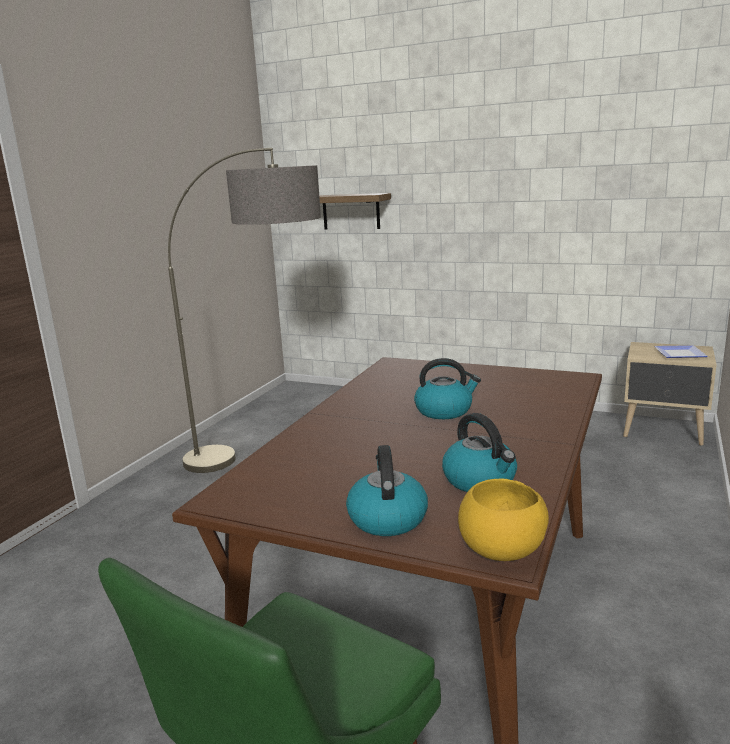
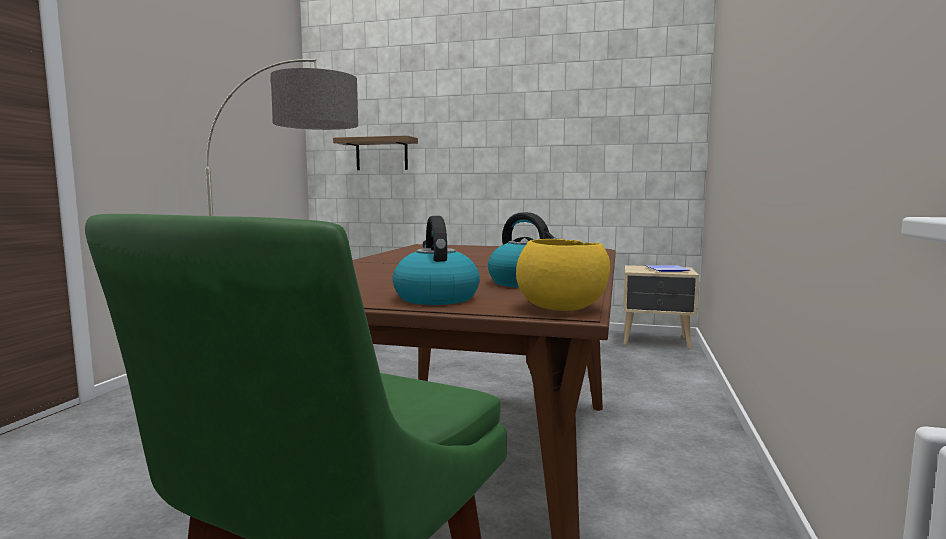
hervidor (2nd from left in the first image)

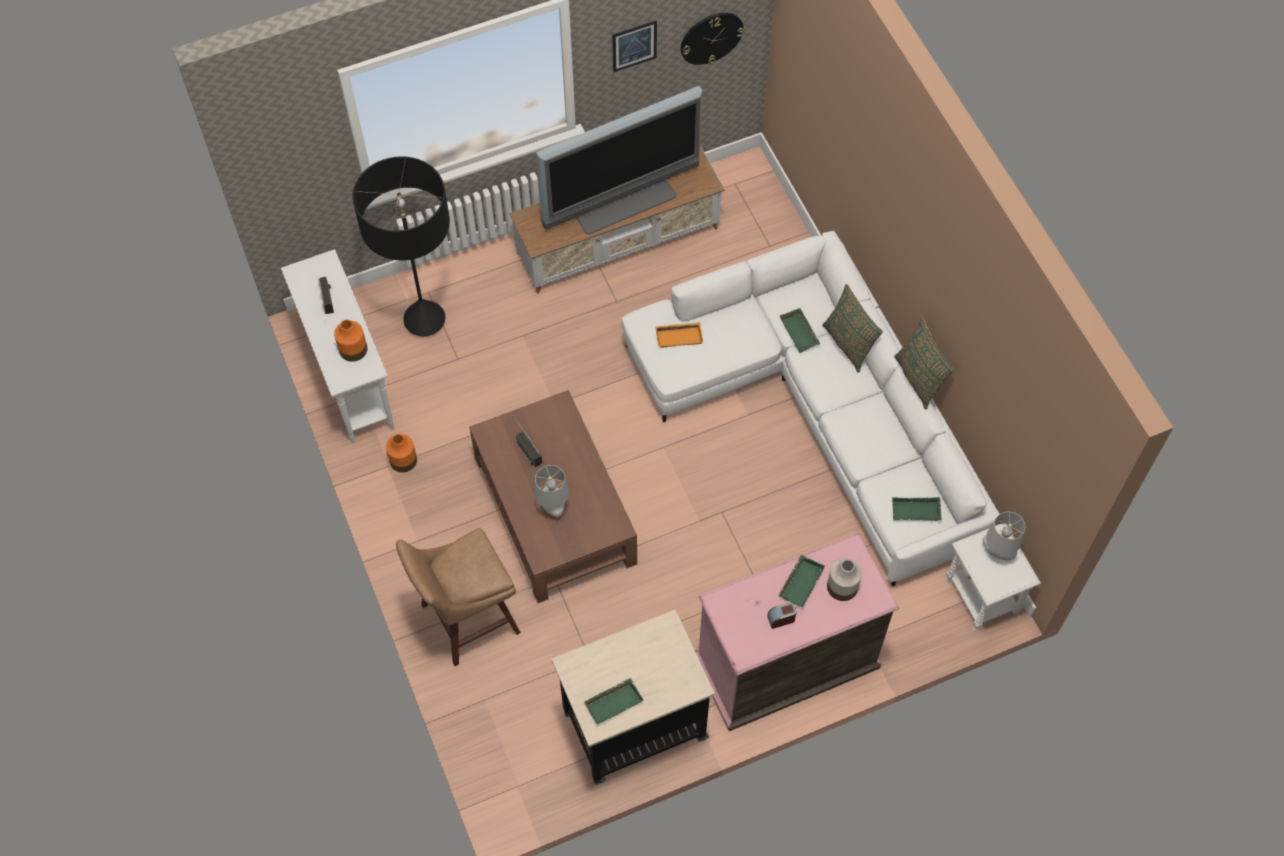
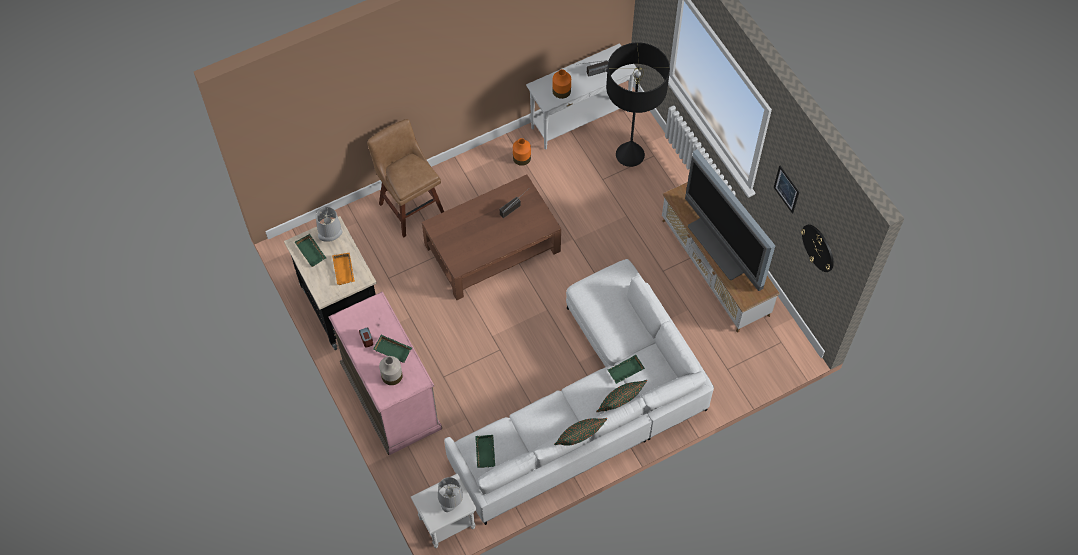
lámpara de mesa [gris] (1st from left); bandeja [naranja]

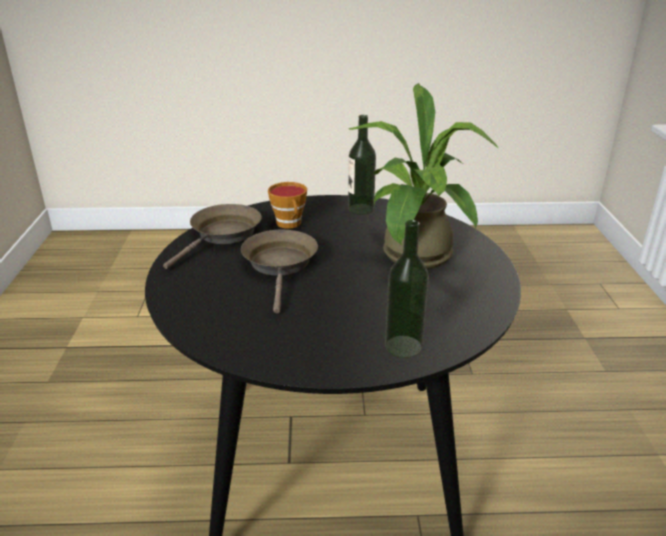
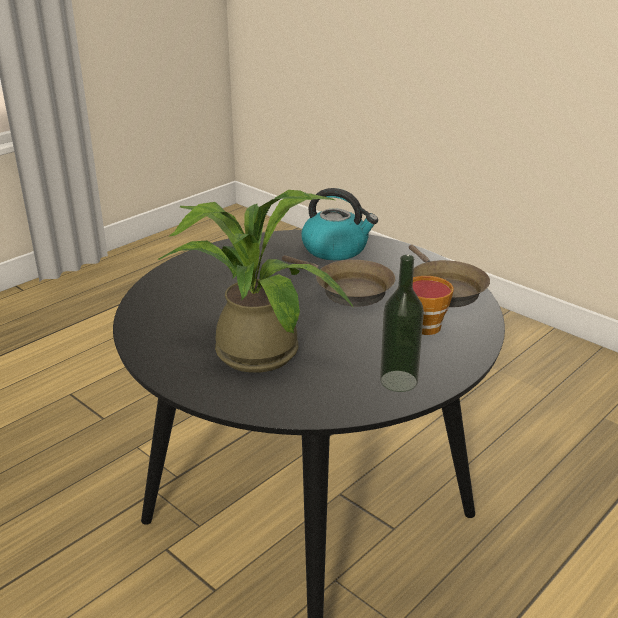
botella (2nd from left in the first image); hervidor

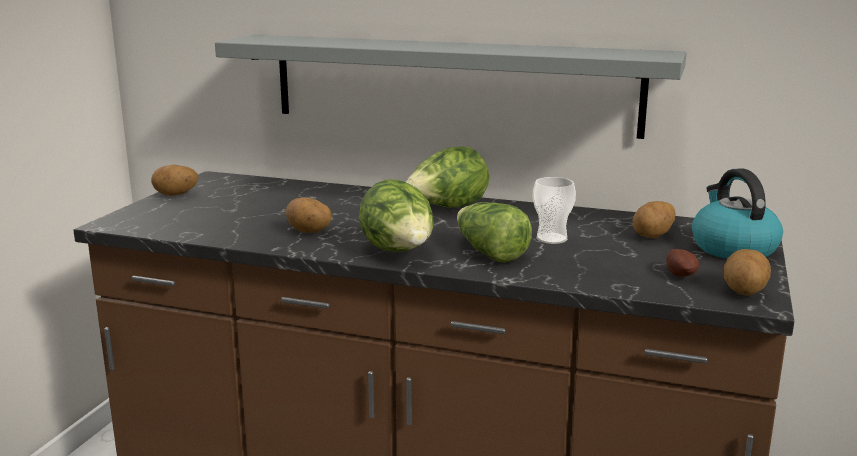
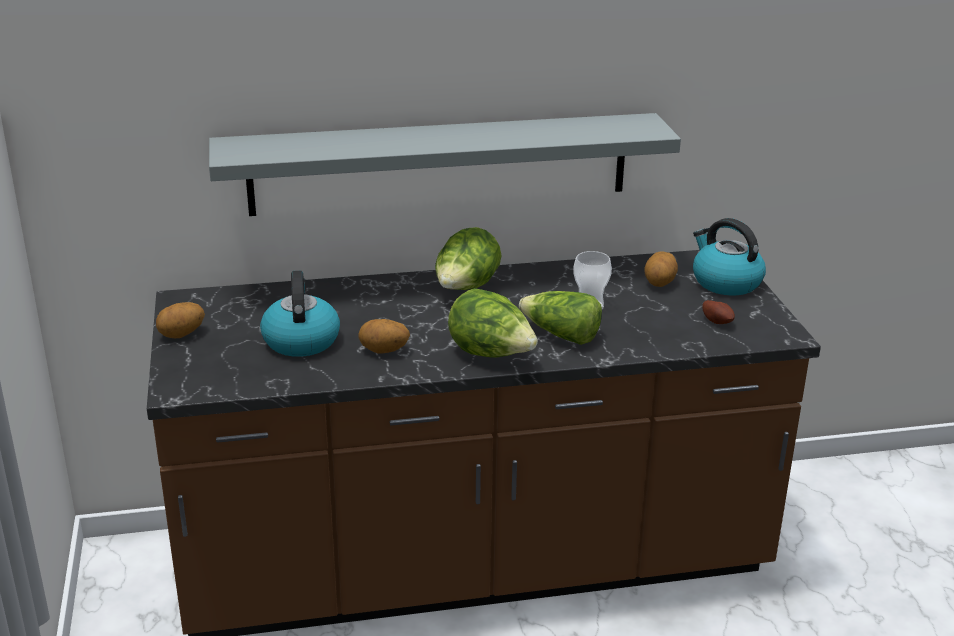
patata (5th from left in the first image); hervidor (1st from left)

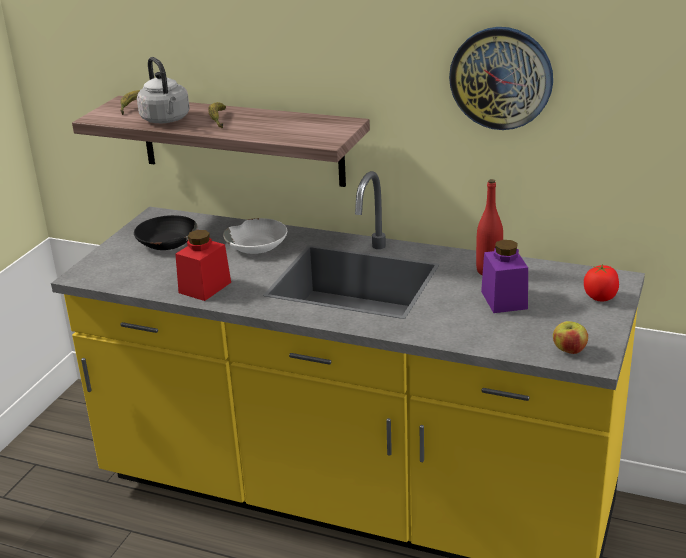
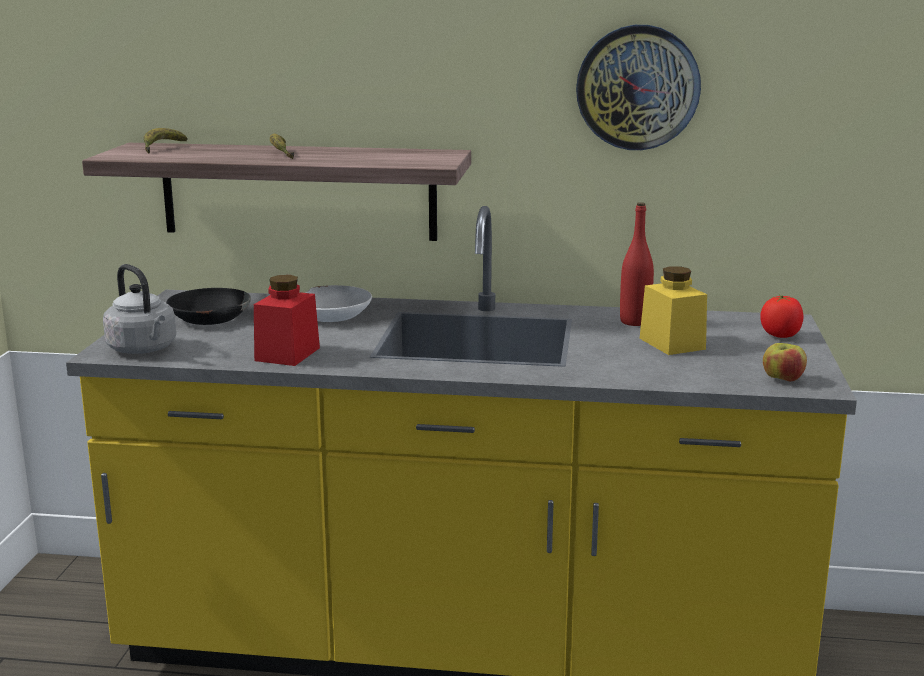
hervidor [gris]; tarro [amarillo]

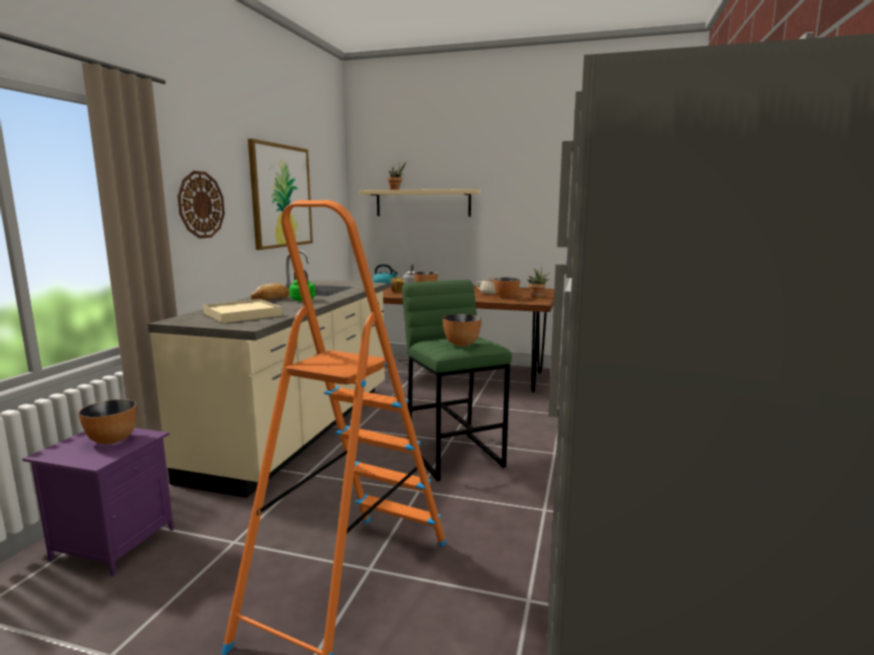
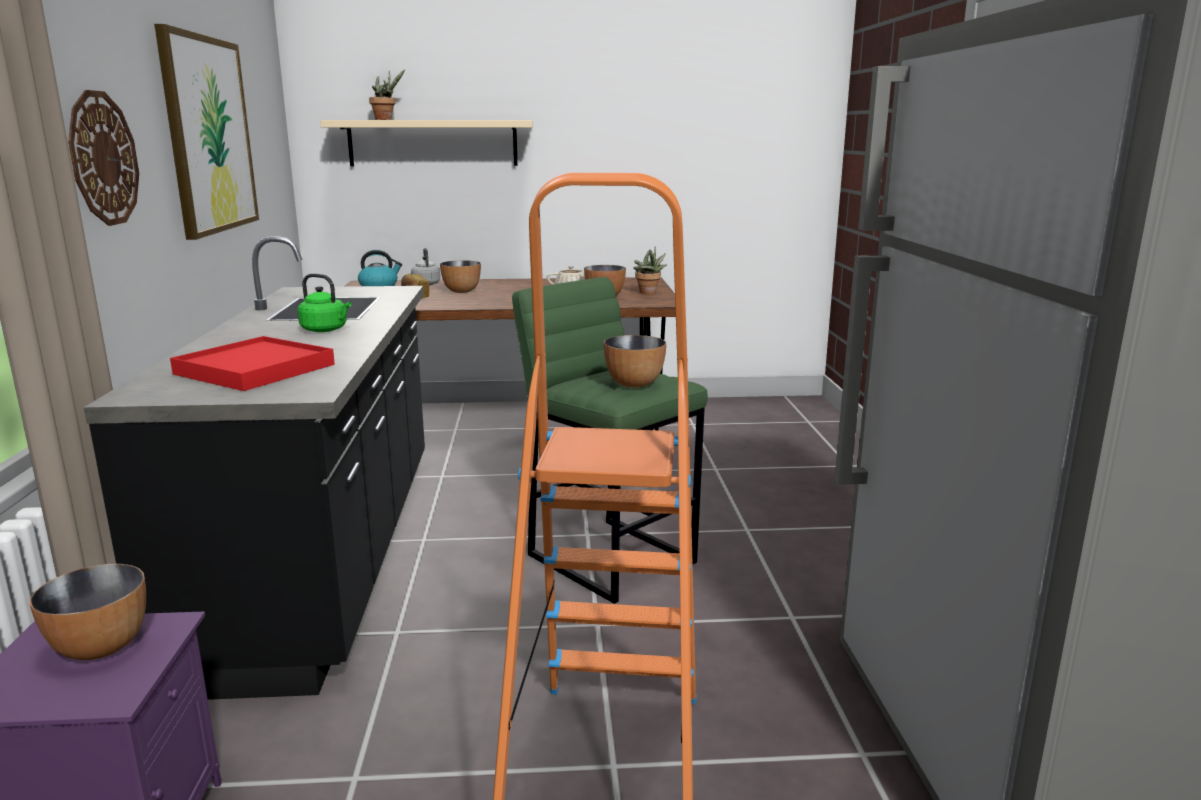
mueble bajo de cocina [negro]; bandeja [rojo]; pan (1st from left in the first image)

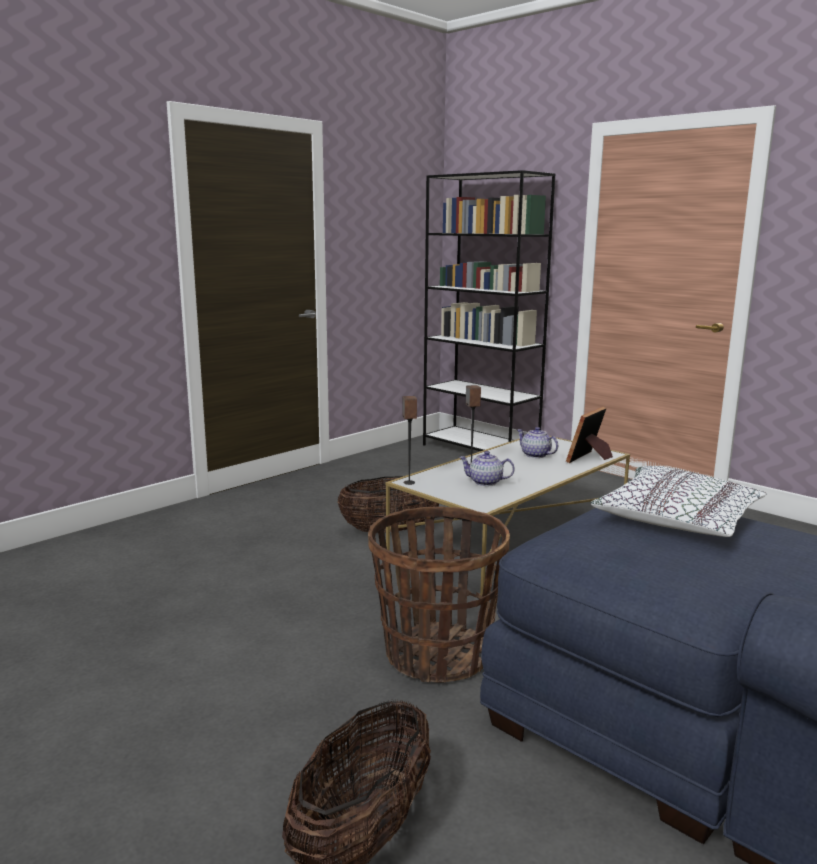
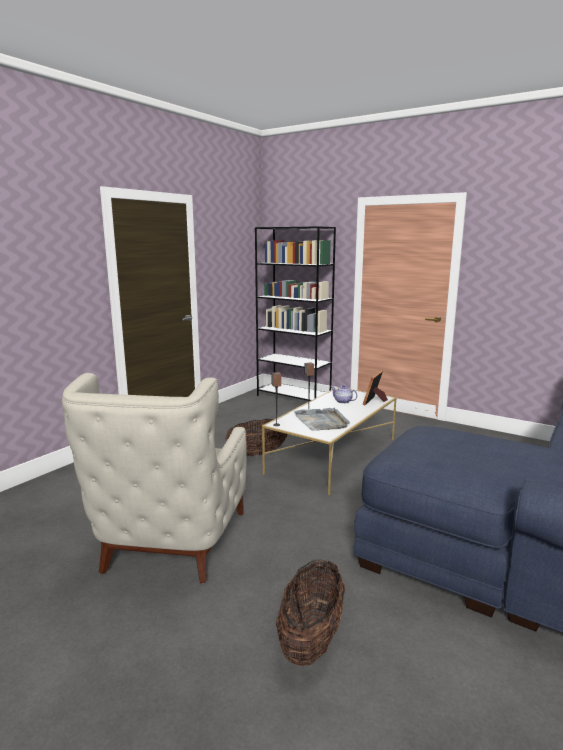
cesta (3rd from left in the first image); bandeja [gris]; cojín [blanco]; sillón [beis]

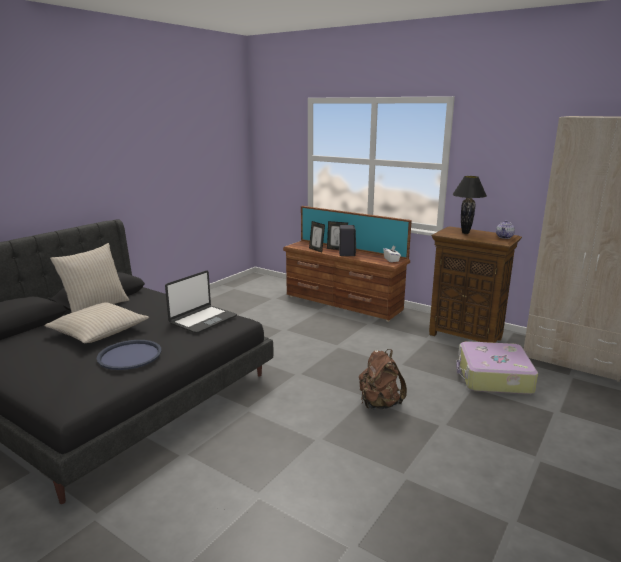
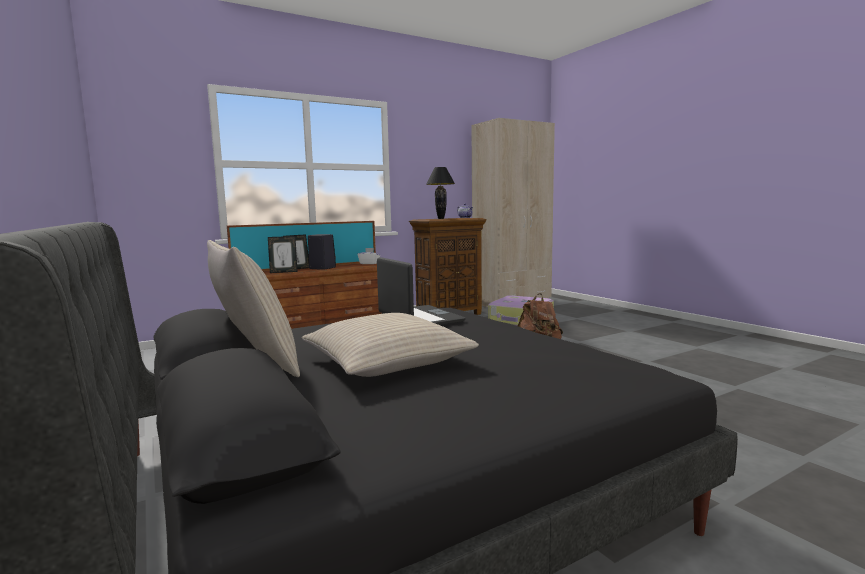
bandeja [azul]

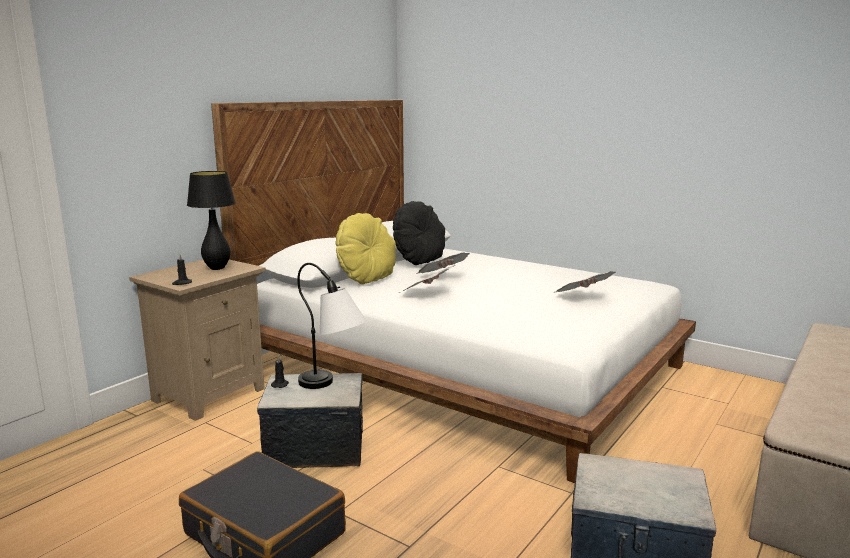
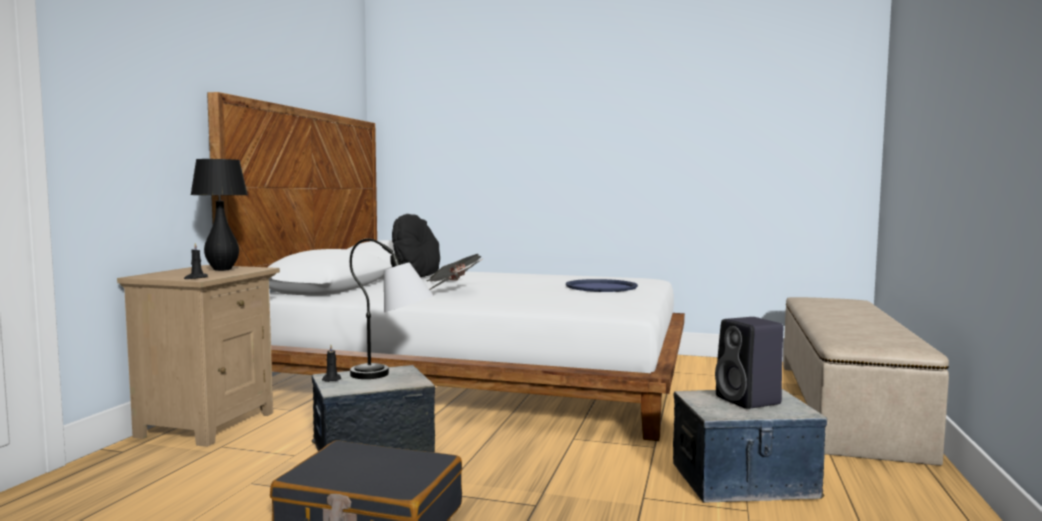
cojín [amarillo]; bandeja [azul]; altavoz [negro]

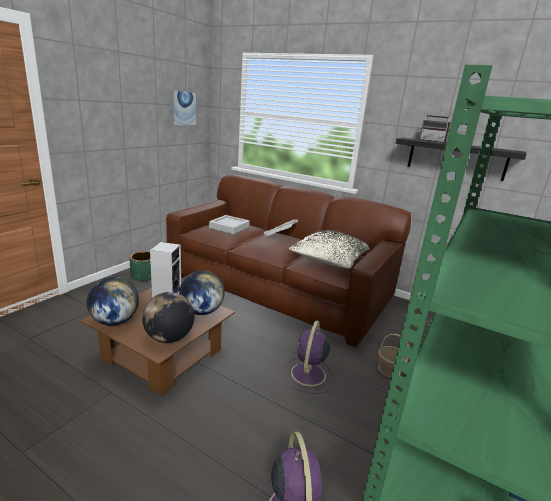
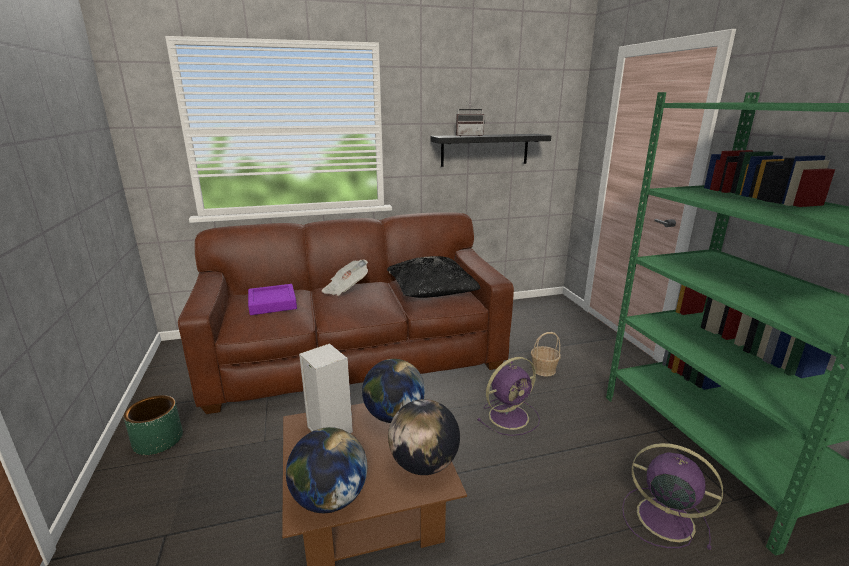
cuadro; bandeja [morado]; ventilador [morado] (1st from left); cojín [negro]

